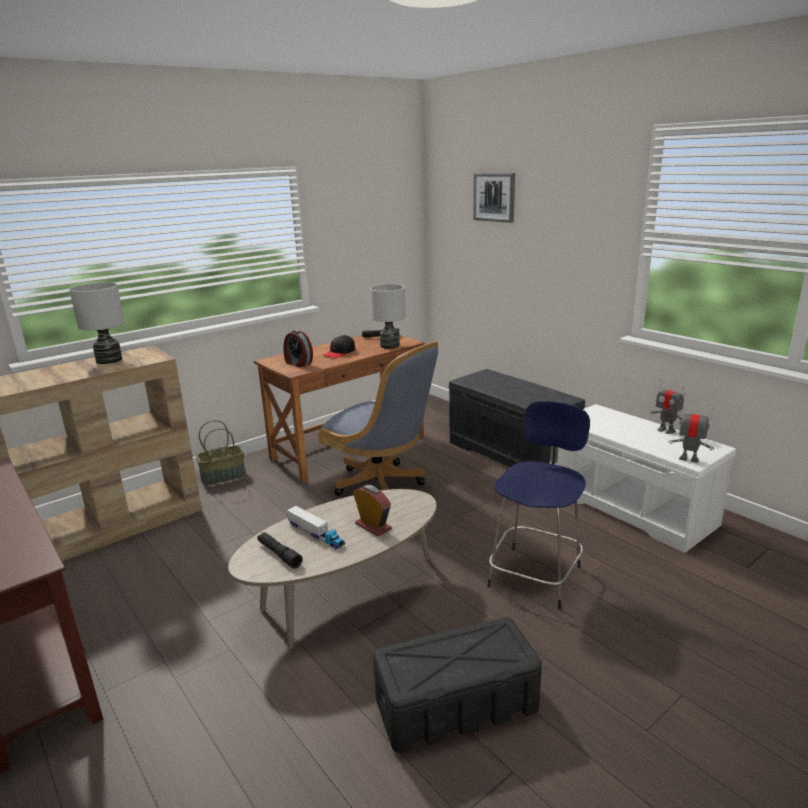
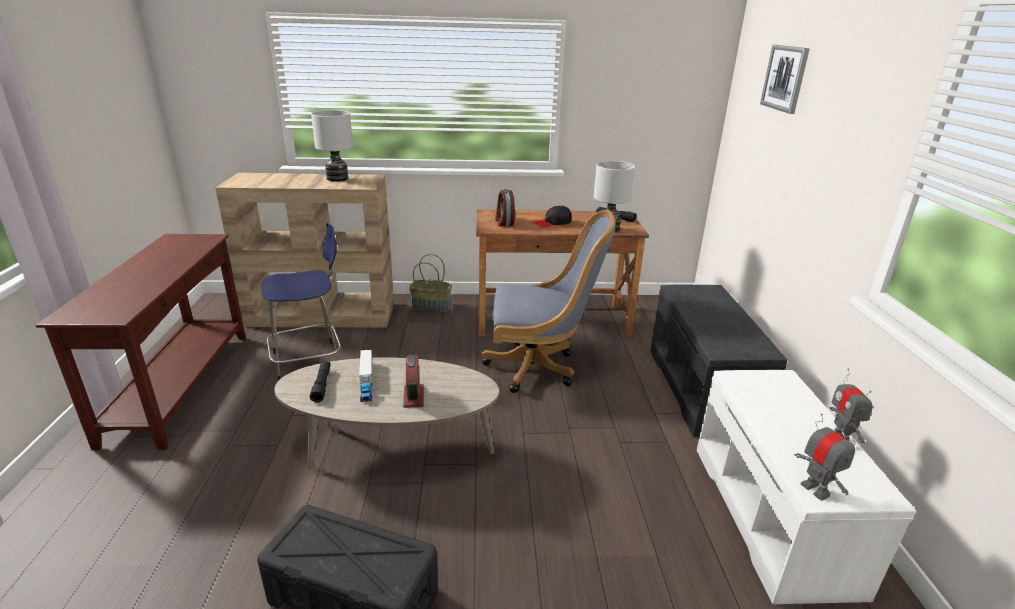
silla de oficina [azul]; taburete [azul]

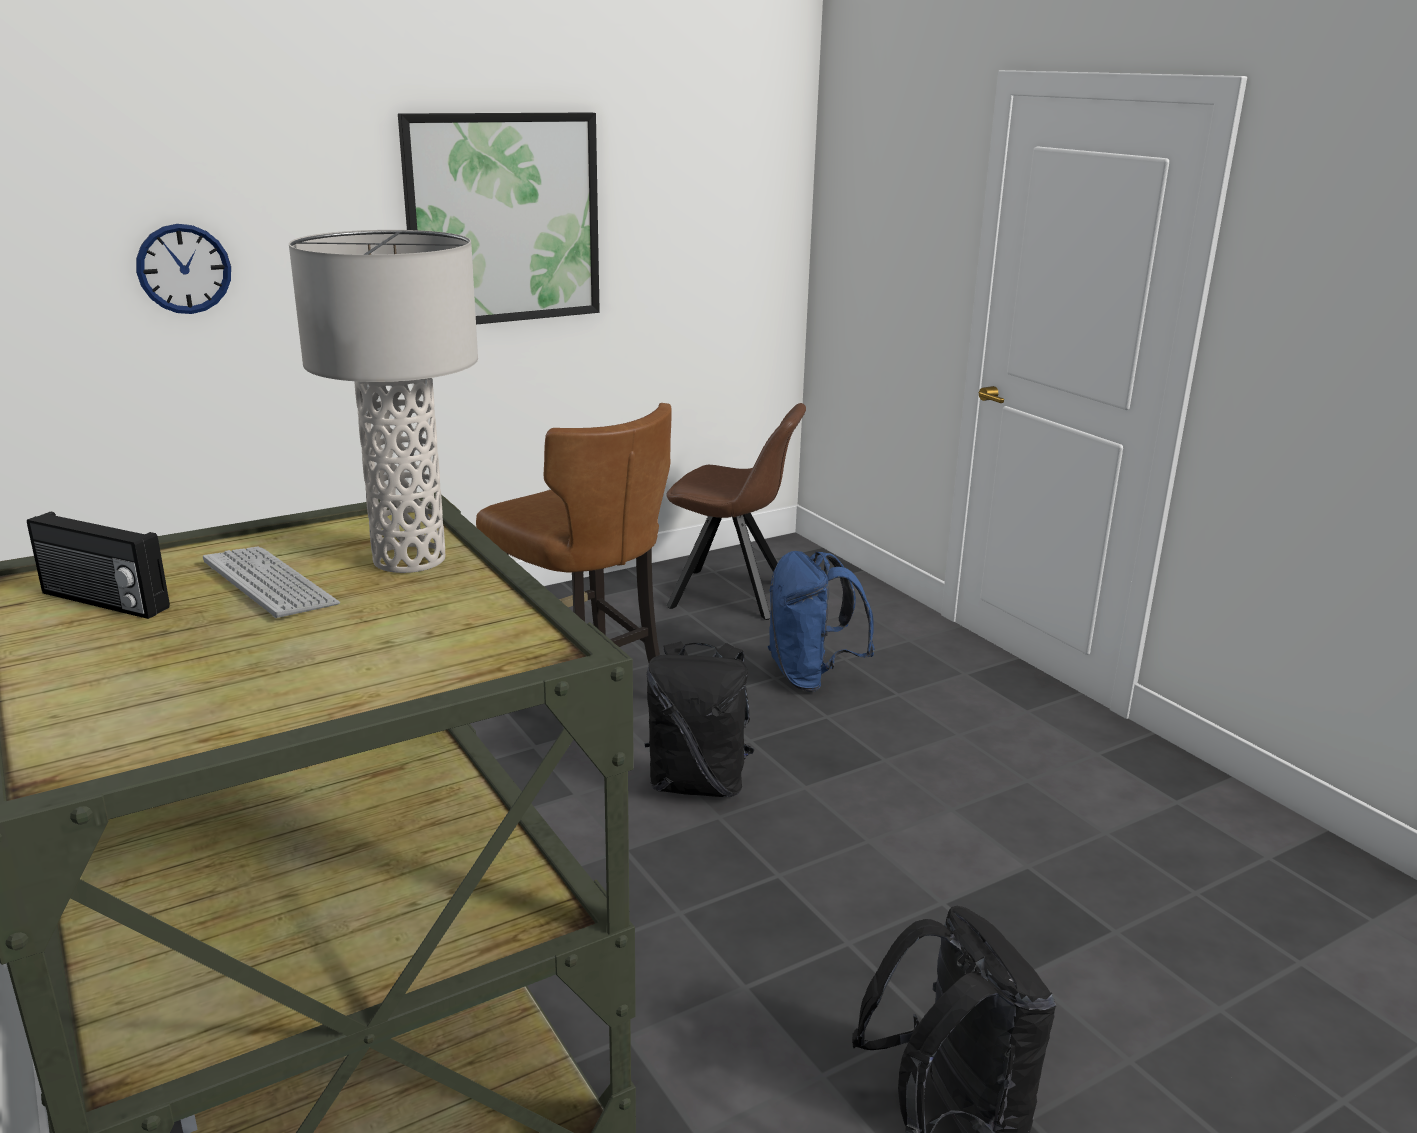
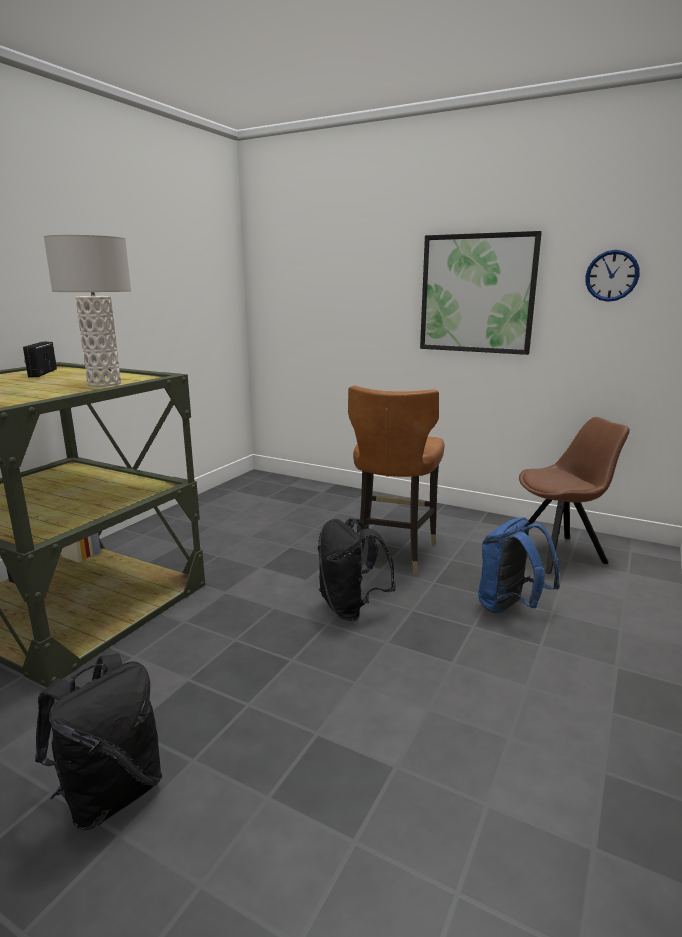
reloj de pared; teclado; silla [marrón] (2nd from left)

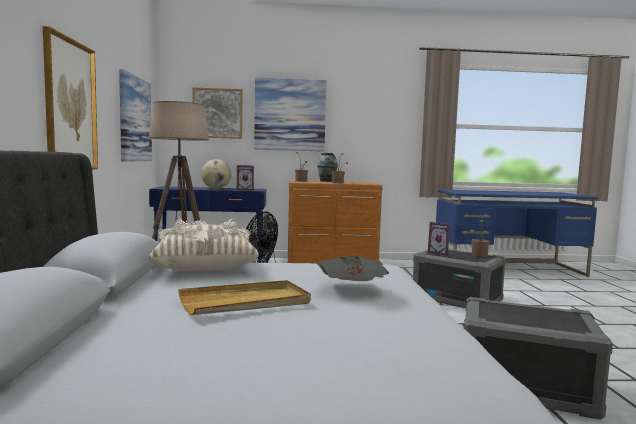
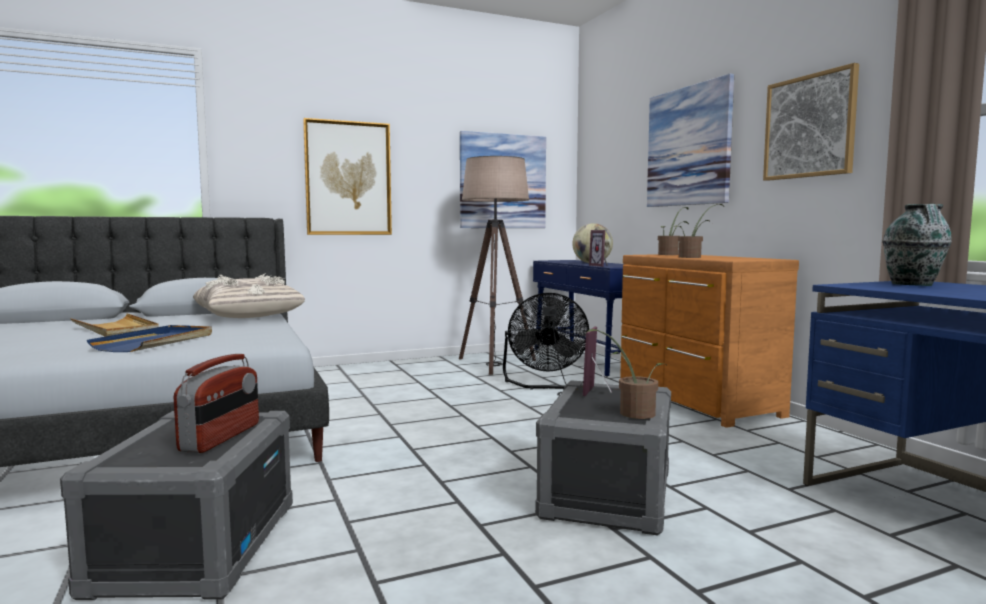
cuadro (4th from left); bandeja [azul]; florero; radio

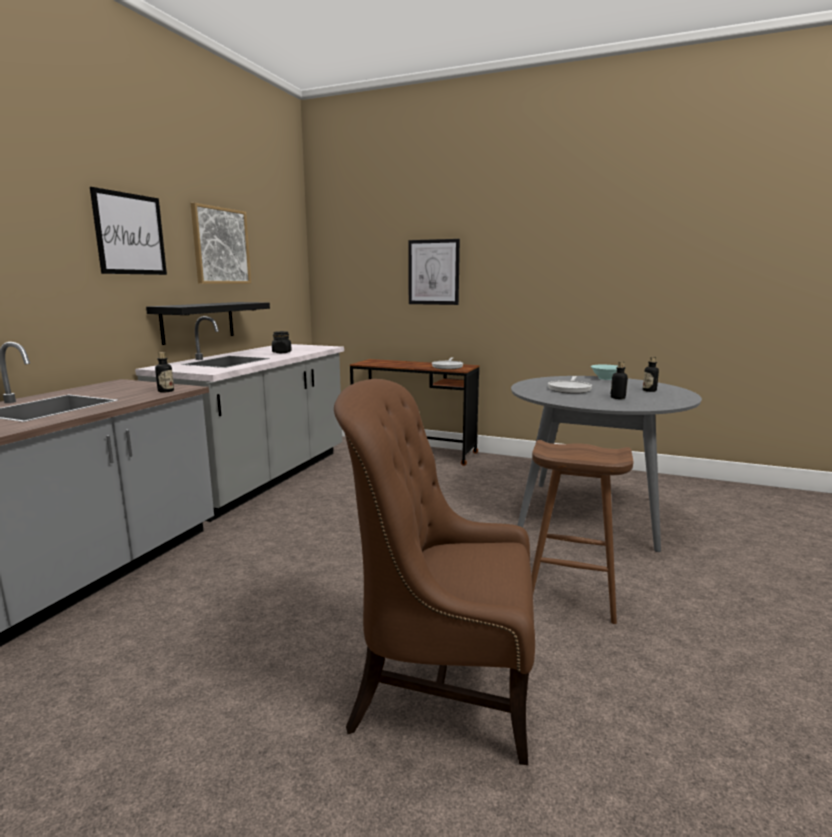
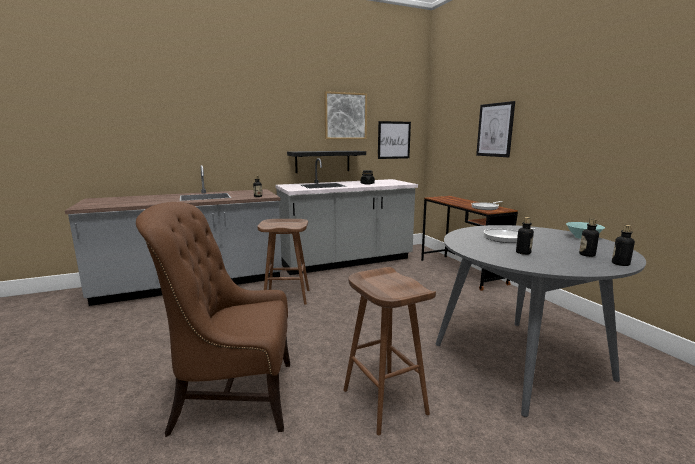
cuadro (2nd from left); silla [marrón]; taburete [marrón] (1st from left); botella (4th from left)

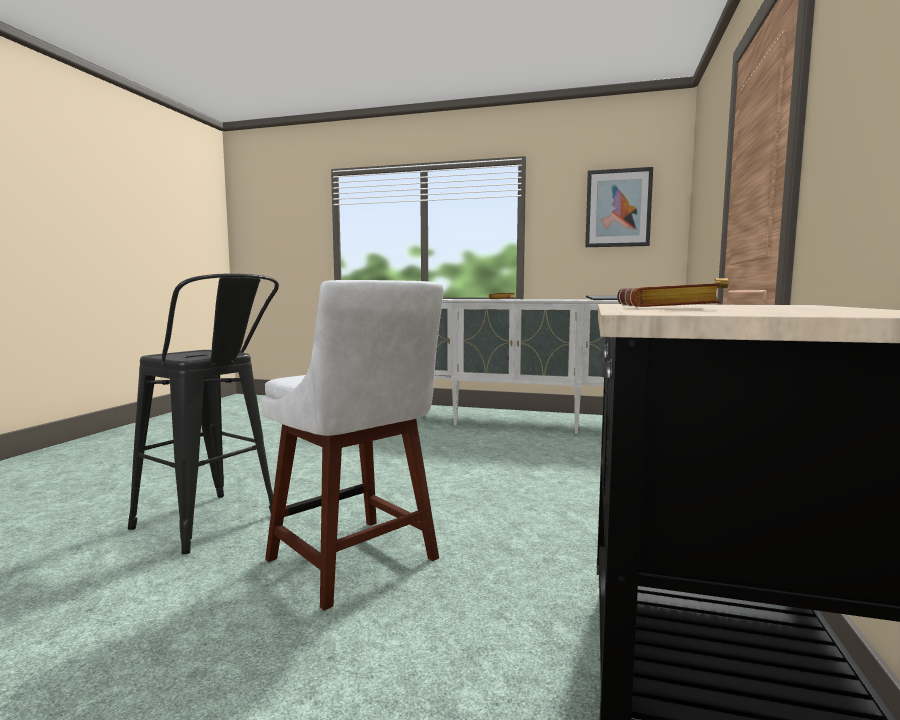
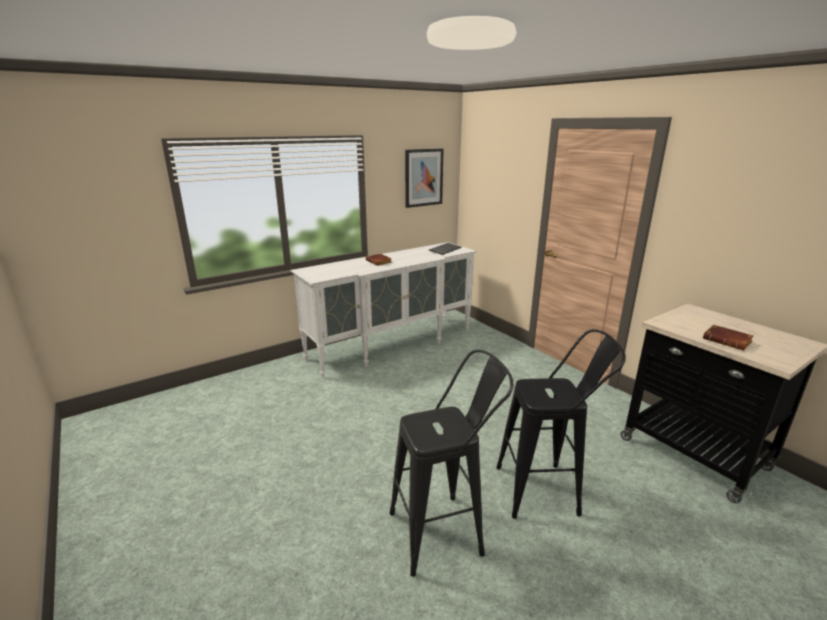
taburete [negro] (2nd from left)

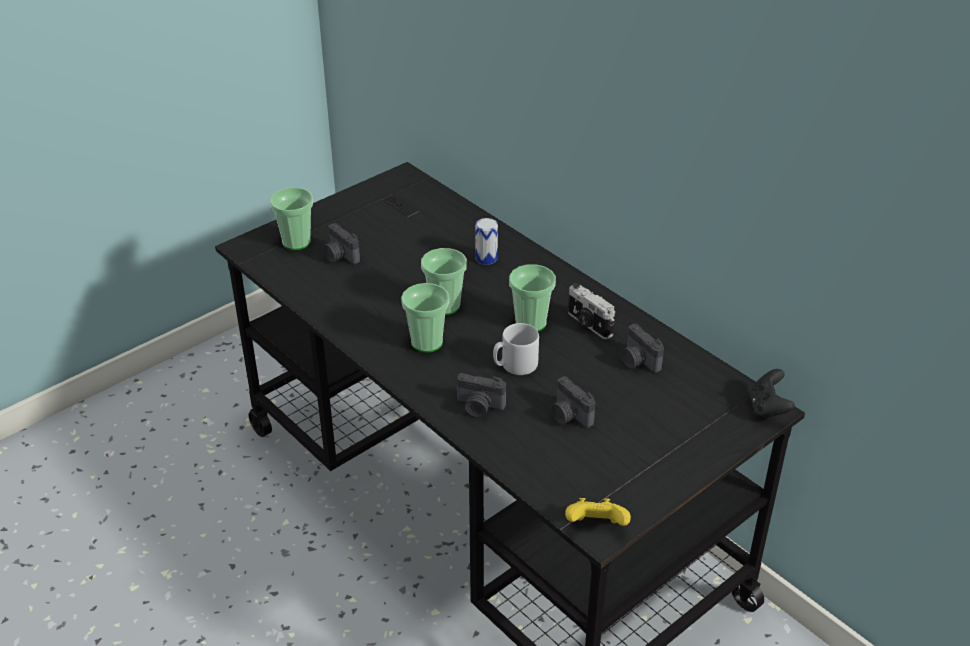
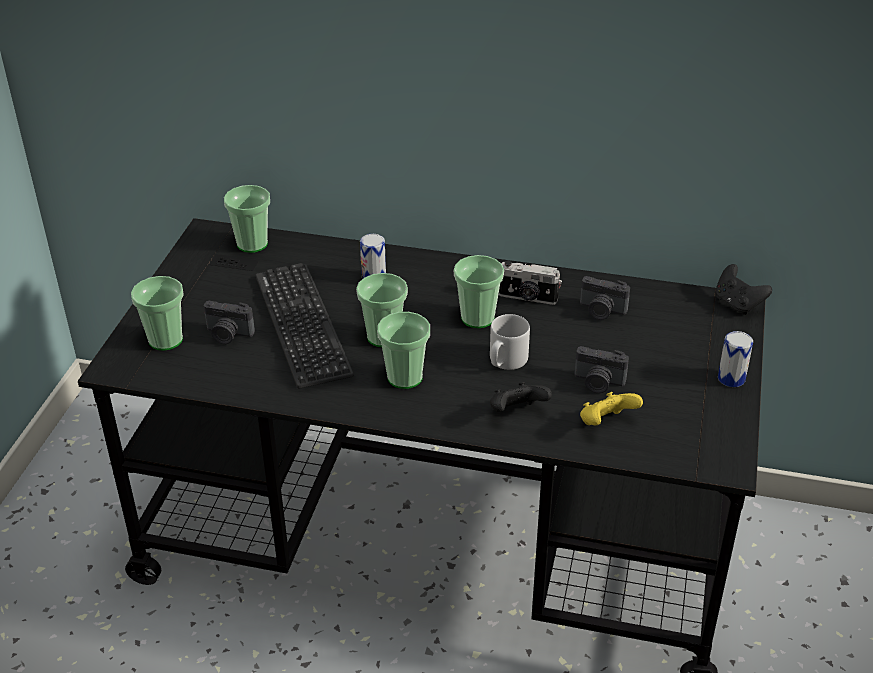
mando de consola [negro] (1st from left); mando de consola [amarillo]; taza (2nd from left); teclado; lata (2nd from left)

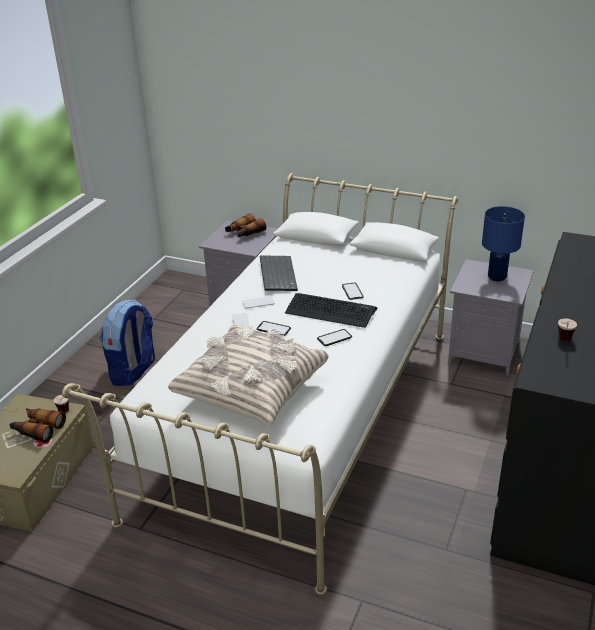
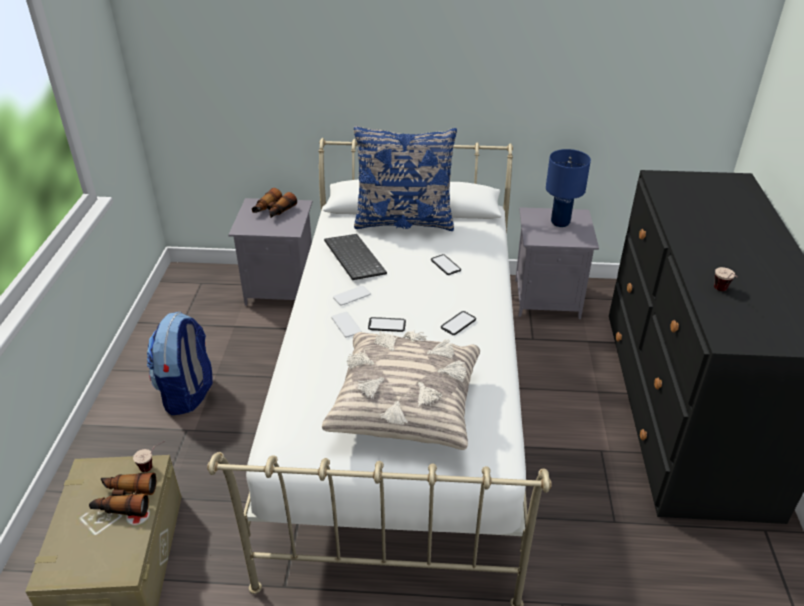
teclado (2nd from left in the first image); cojín [azul]

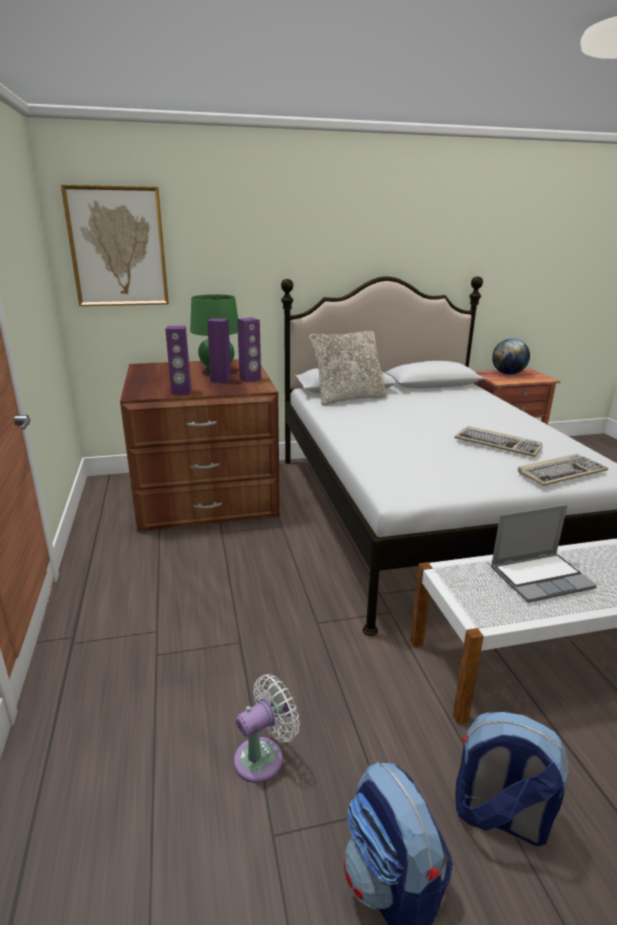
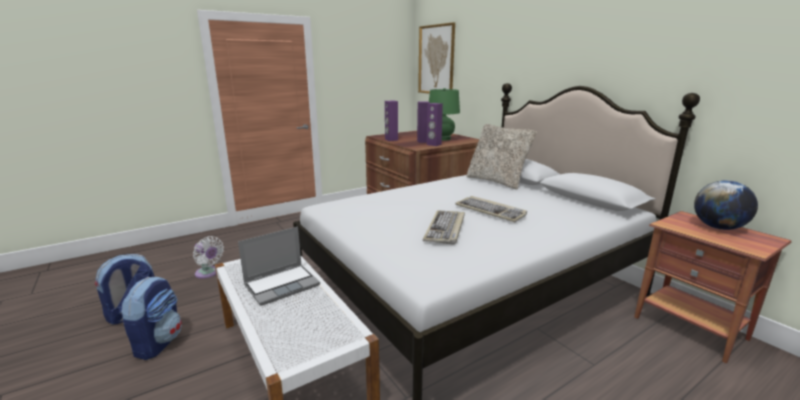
portátil; teclado (2nd from left)

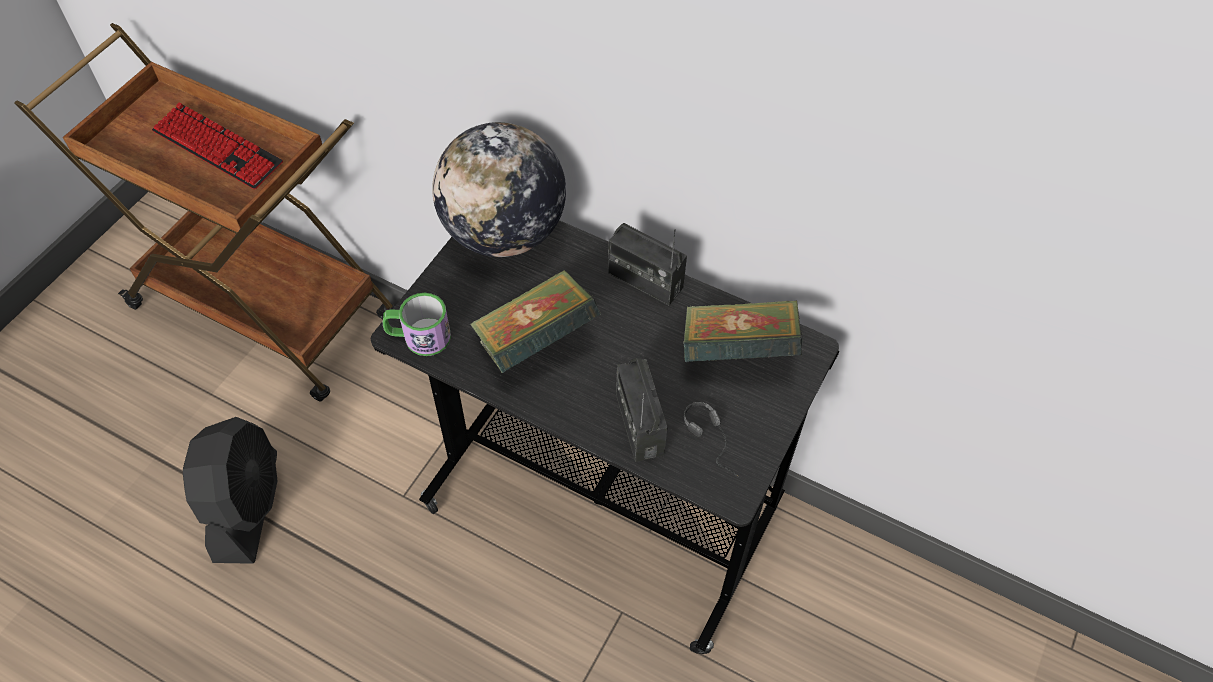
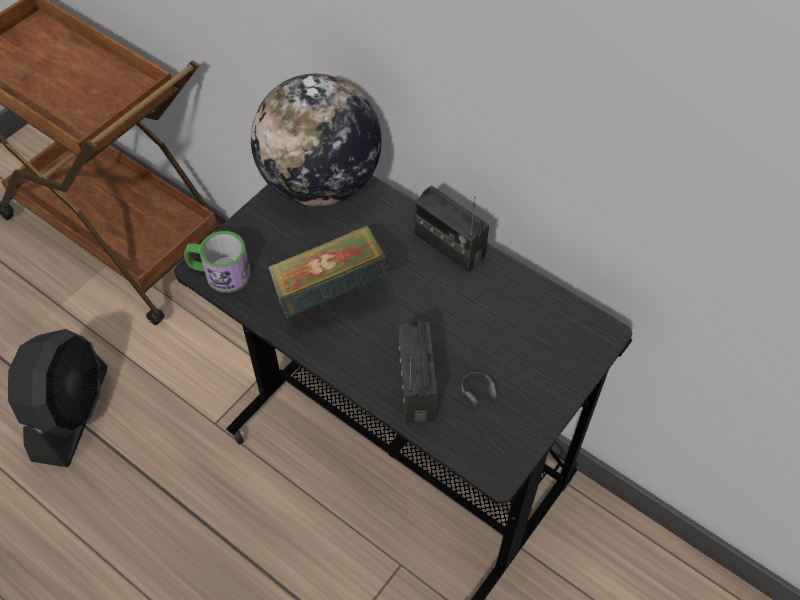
teclado; libro (2nd from left in the first image)

